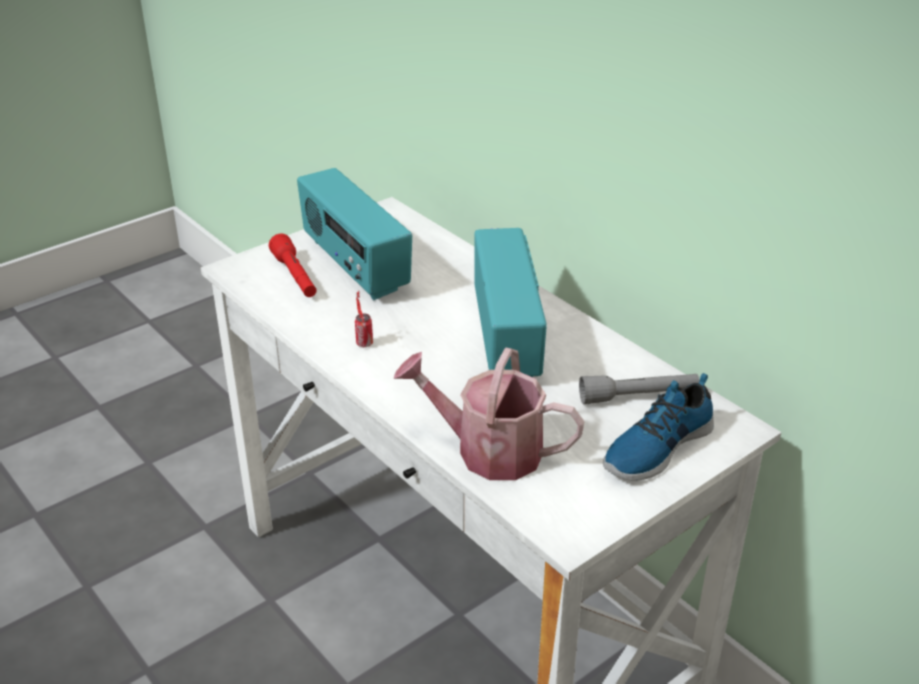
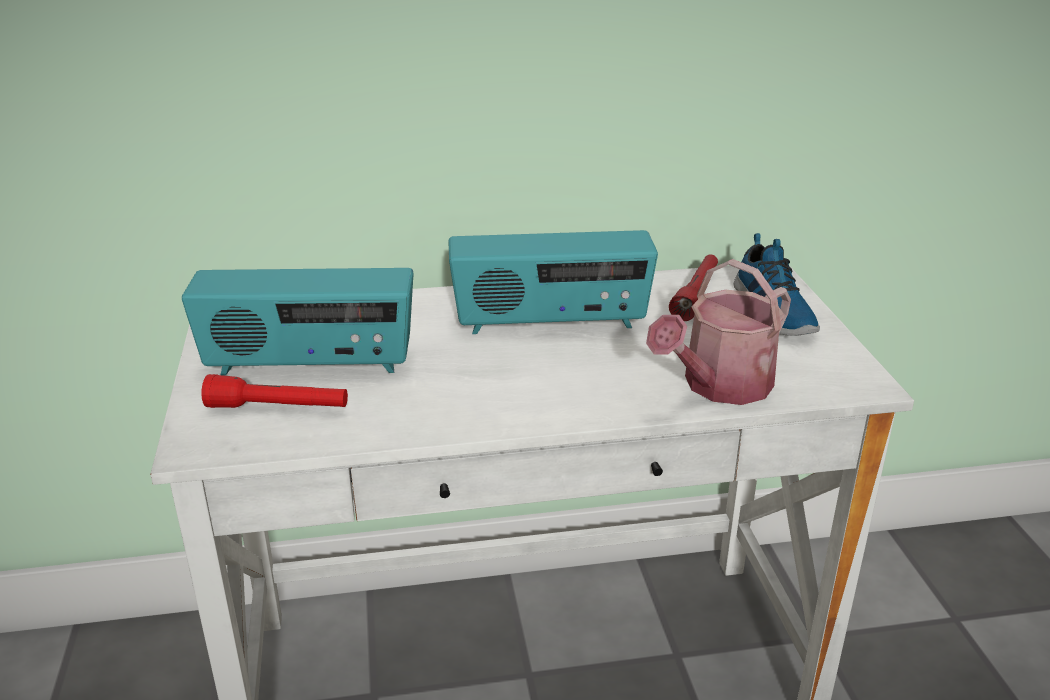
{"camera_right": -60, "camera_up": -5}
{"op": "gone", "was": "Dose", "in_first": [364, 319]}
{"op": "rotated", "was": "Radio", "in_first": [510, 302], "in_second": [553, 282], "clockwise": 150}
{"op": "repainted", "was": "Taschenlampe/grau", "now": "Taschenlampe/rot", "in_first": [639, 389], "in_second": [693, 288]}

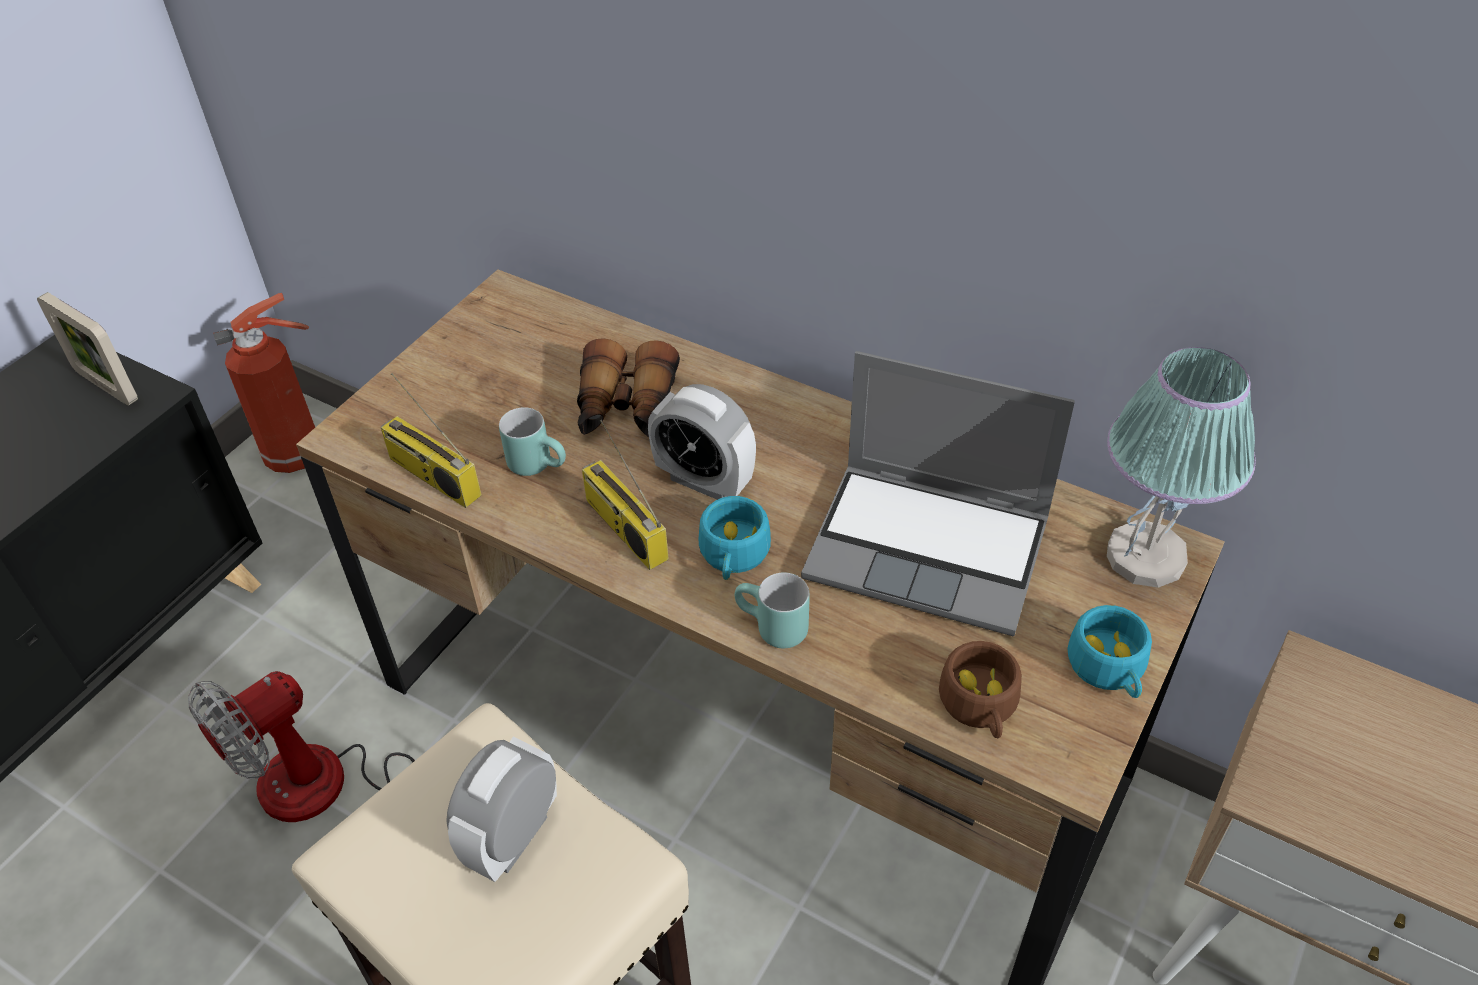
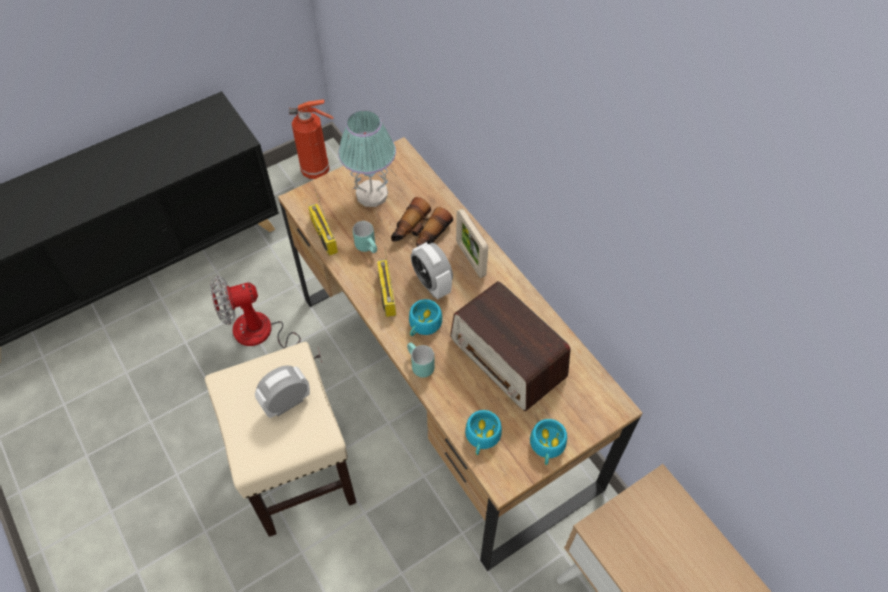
{"camera_right": 25, "camera_up": 10}
{"op": "shifted", "was": "Bilderrahmen", "in_first": [87, 349], "in_second": [472, 243]}
{"op": "swapped", "was": "Laptop", "now": "Radio", "in_first": [938, 493], "in_second": [510, 346]}
{"op": "repainted", "was": "Tasse/braun", "now": "Tasse/türkis", "in_first": [980, 689], "in_second": [483, 432]}
{"op": "shifted", "was": "Tischlampe", "in_first": [1181, 467], "in_second": [367, 159]}

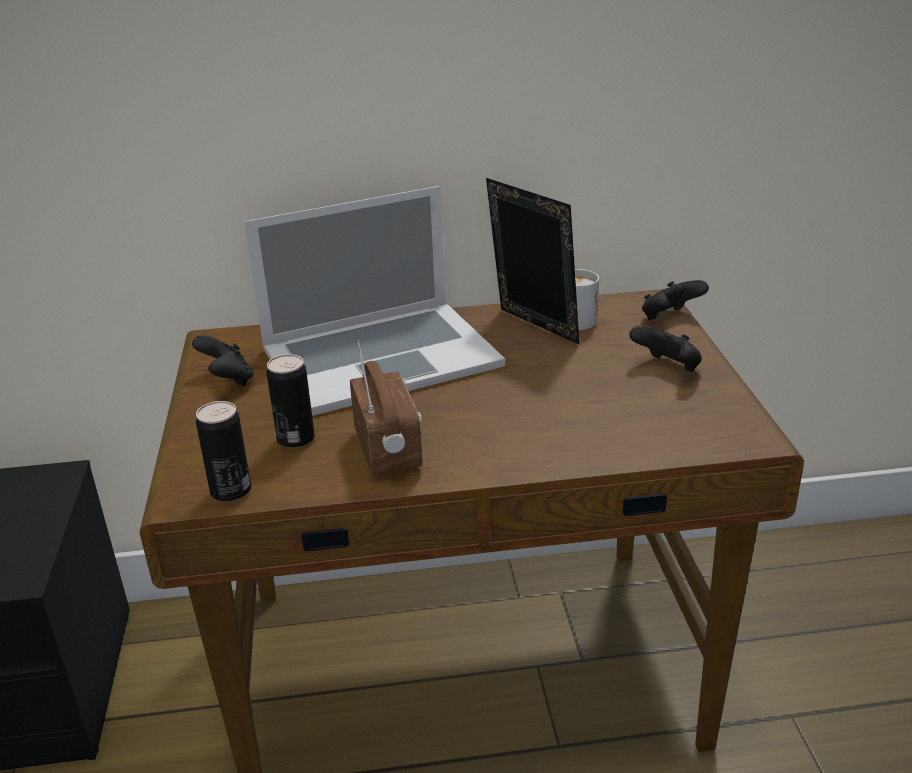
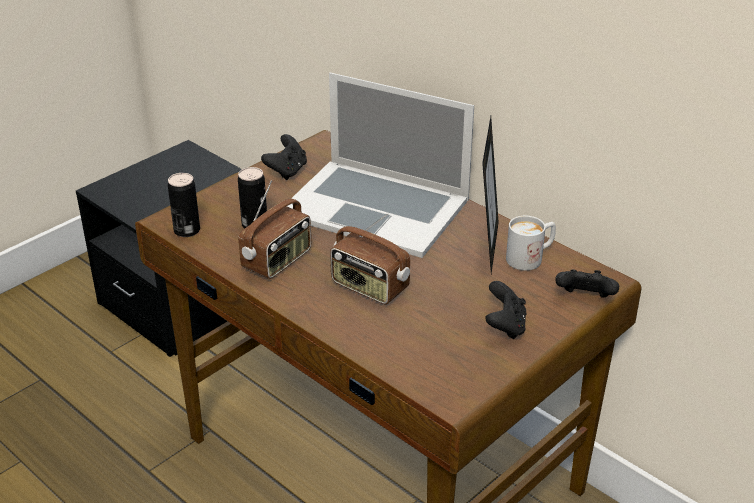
{"camera_right": 50, "camera_up": 5}
{"op": "new", "now": "Radio", "in_second": [370, 258]}

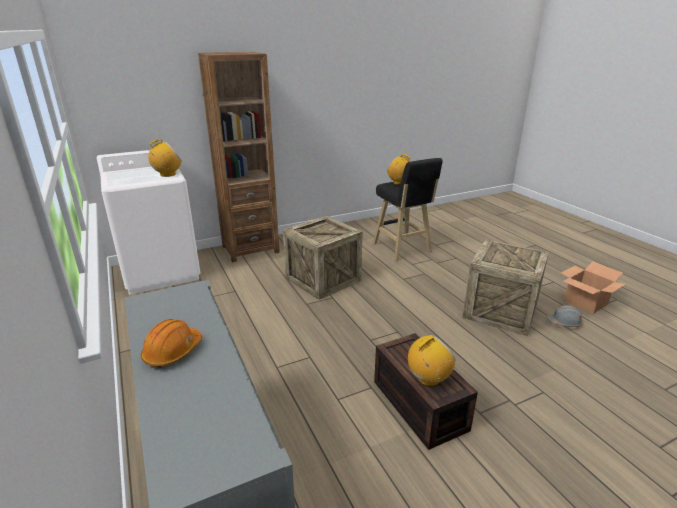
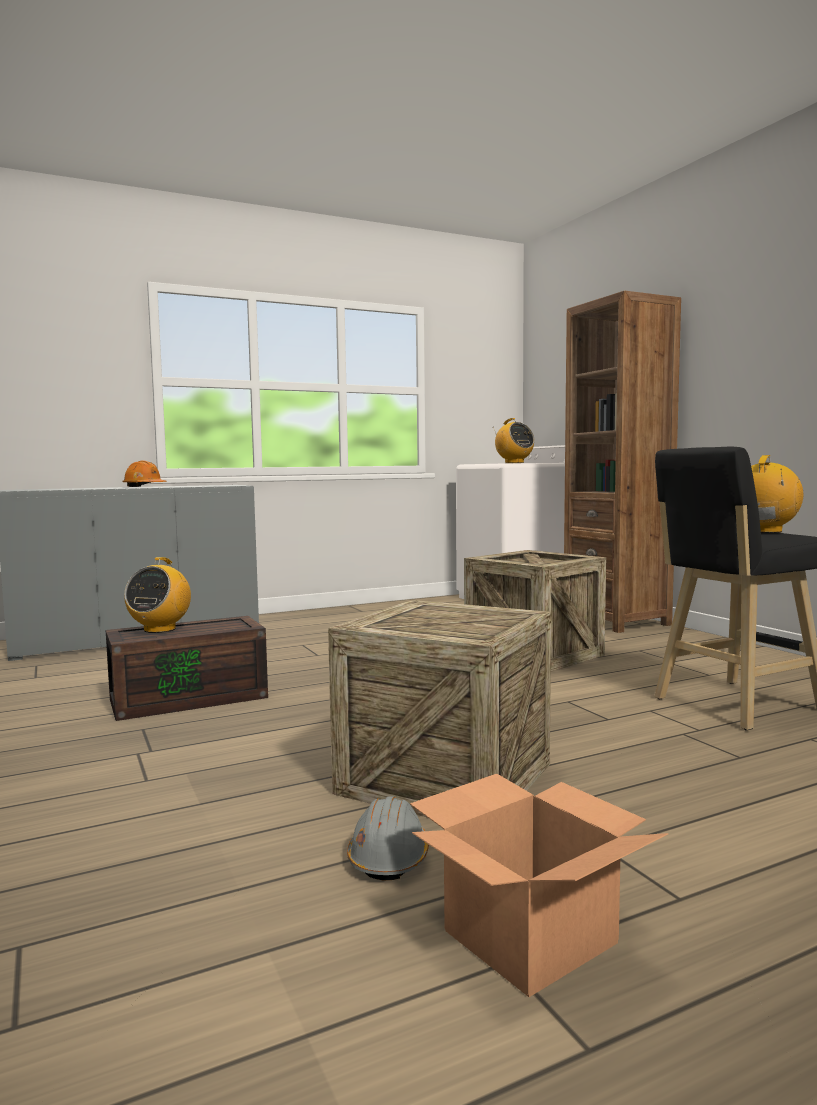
{"camera_right": 90, "camera_up": -20}
{"op": "rotated", "was": "Radio", "in_first": [432, 360], "in_second": [158, 595], "clockwise": 45}

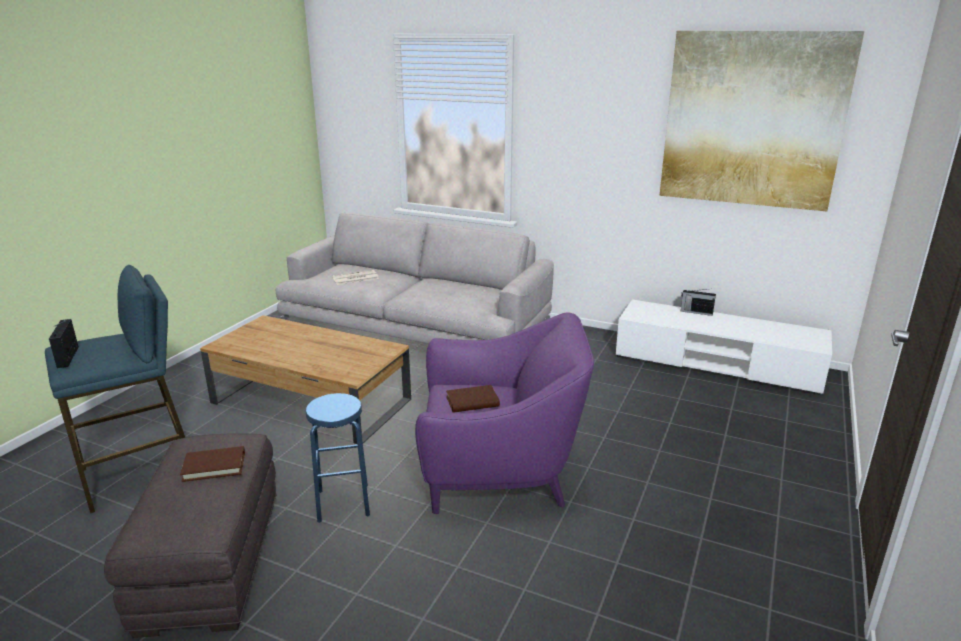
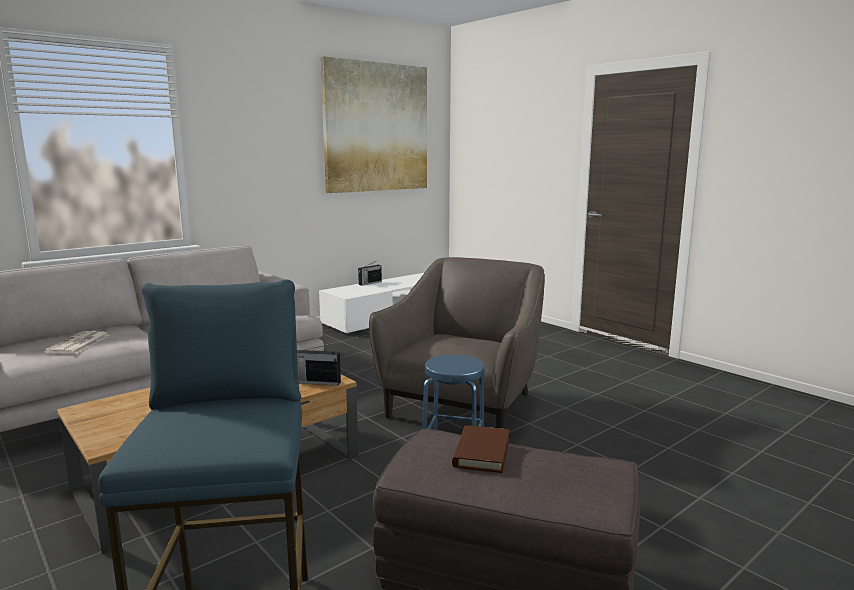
{"camera_right": -65, "camera_up": -10}
{"op": "shifted", "was": "Radio", "in_first": [64, 343], "in_second": [319, 364]}
{"op": "repainted", "was": "Sessel/lila", "now": "Sessel/grau", "in_first": [504, 413], "in_second": [457, 343]}
{"op": "gone", "was": "Buch/braun", "in_first": [473, 399]}

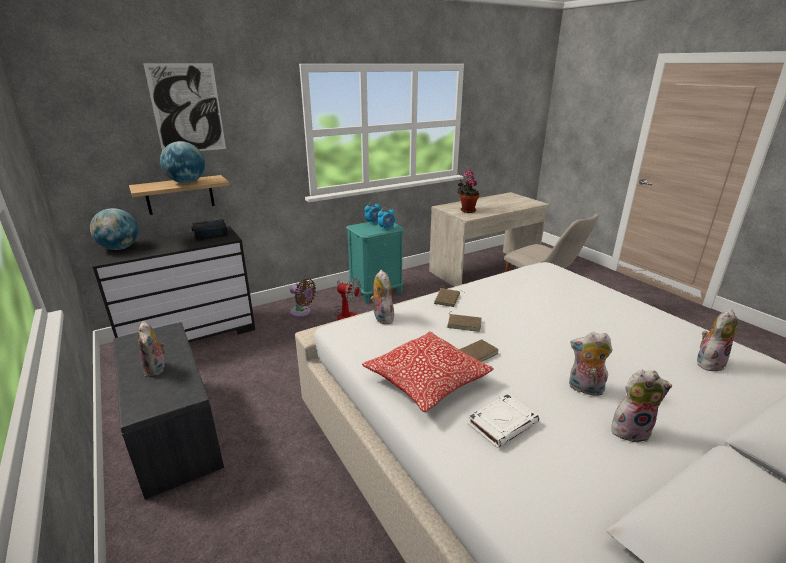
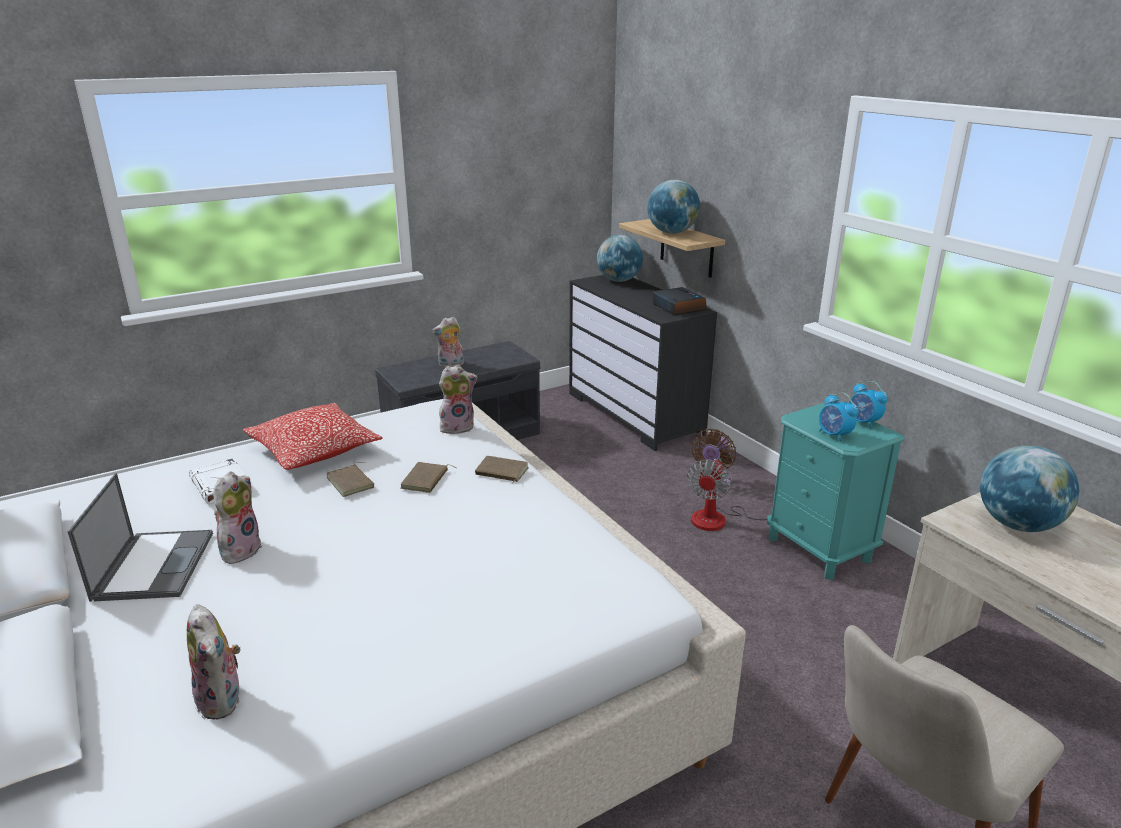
{"camera_right": 90, "camera_up": 0}
{"op": "gone", "was": "Bild", "in_first": [184, 107]}
{"op": "swapped", "was": "Topfpflanze", "now": "Globus", "in_first": [468, 191], "in_second": [1030, 488]}
{"op": "swapped", "was": "Plüschtier", "now": "Laptop", "in_first": [641, 406], "in_second": [140, 537]}

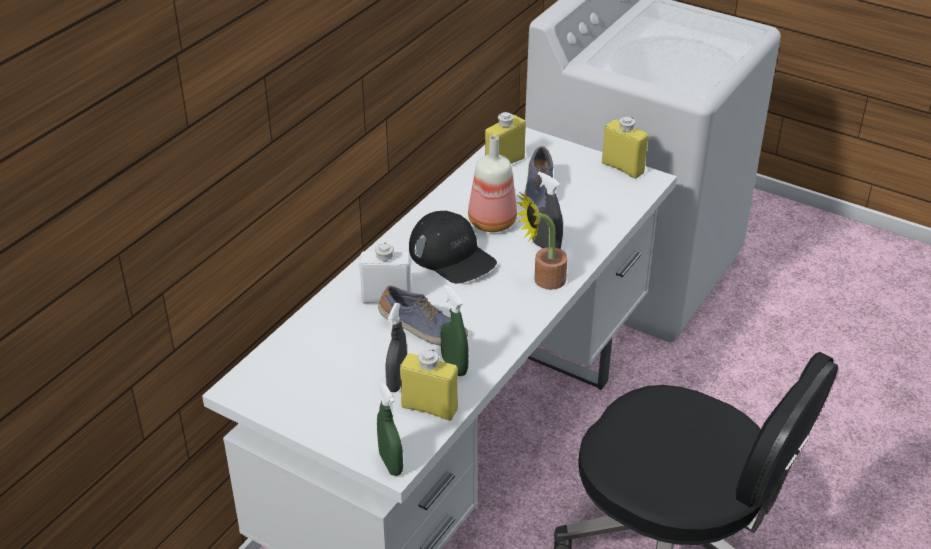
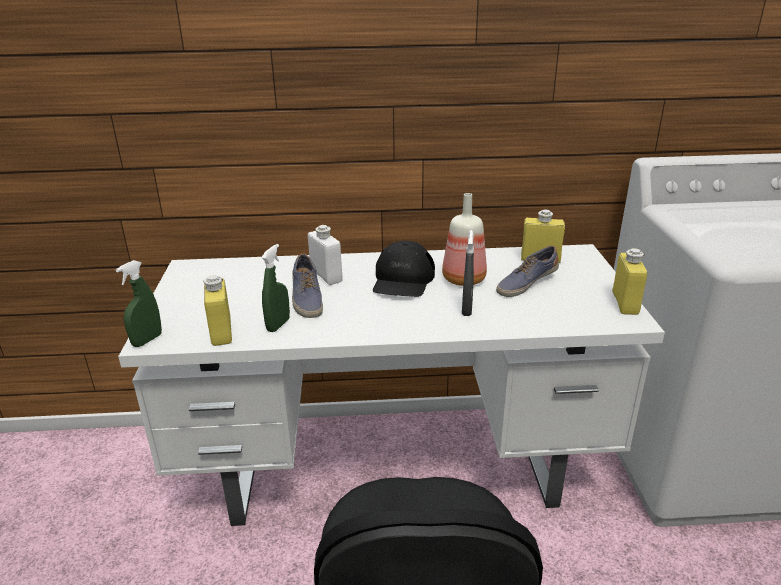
{"camera_right": 55, "camera_up": -10}
{"op": "gone", "was": "Sprühflasche/grau", "in_first": [396, 347]}
{"op": "gone", "was": "Topfpflanze", "in_first": [542, 241]}

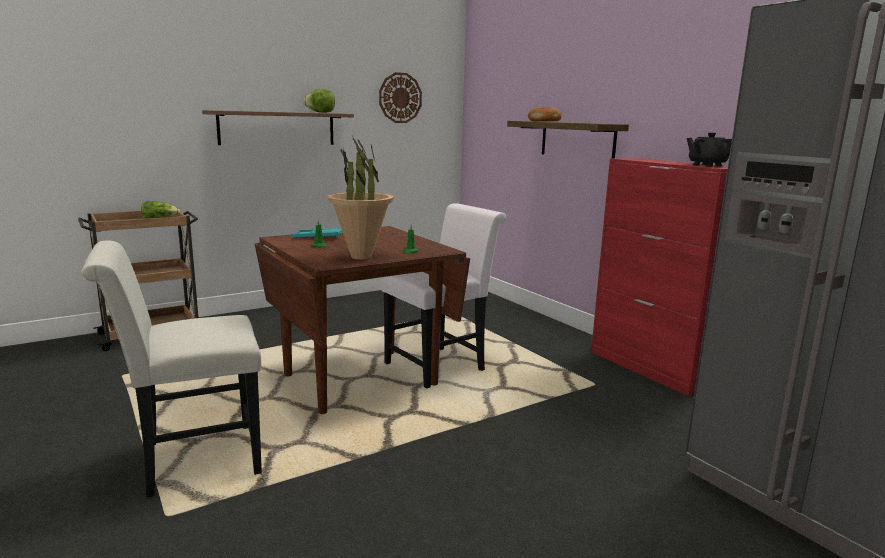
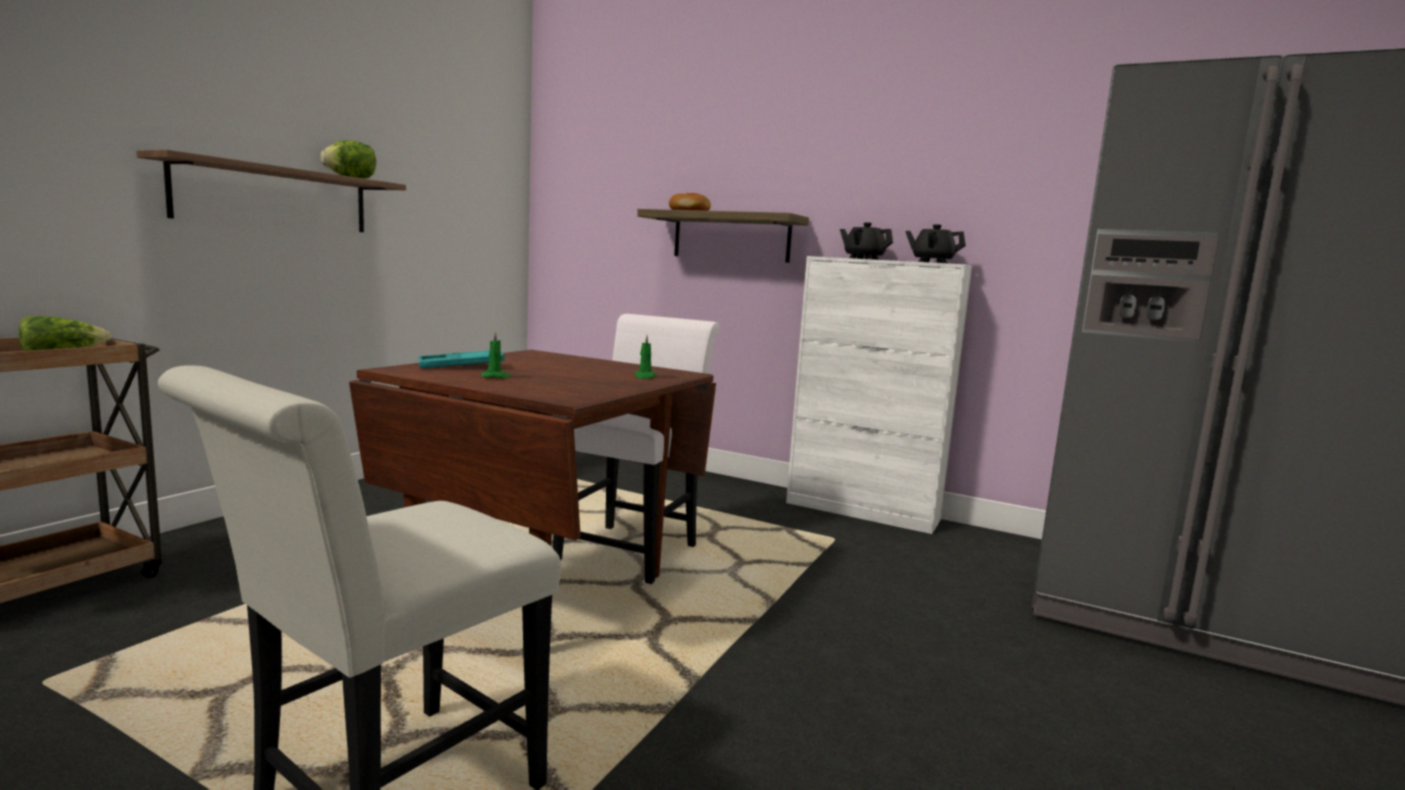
{"camera_right": -30, "camera_up": -5}
{"op": "gone", "was": "Topfpflanze", "in_first": [361, 197]}
{"op": "gone", "was": "Wanduhr", "in_first": [400, 97]}
{"op": "repainted", "was": "Schrank/rot", "now": "Schrank/weiß", "in_first": [659, 277], "in_second": [879, 395]}
{"op": "new", "now": "Teekanne/schwarz", "in_second": [866, 241]}

